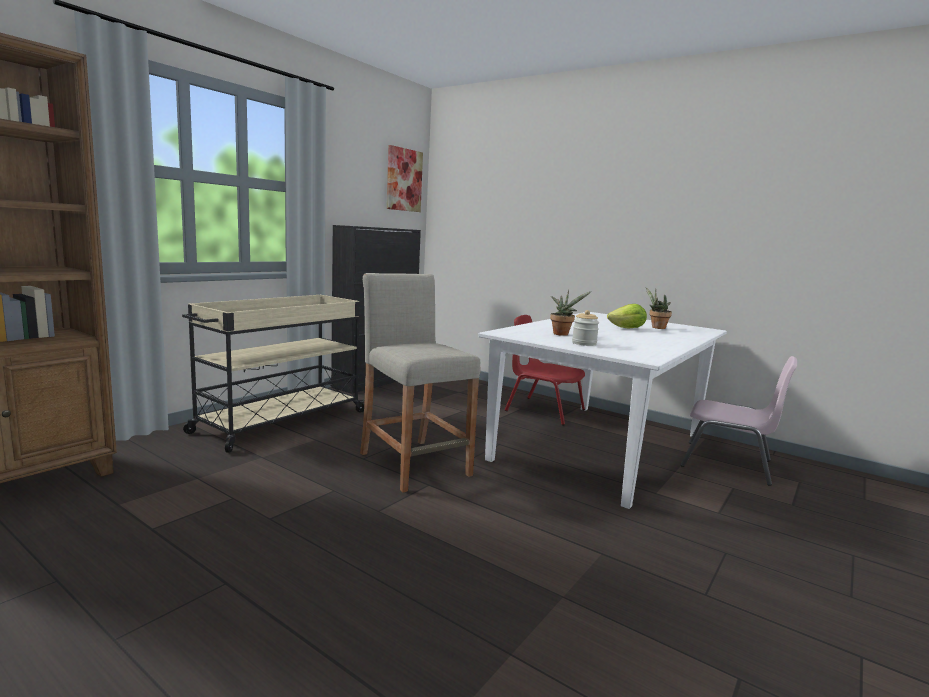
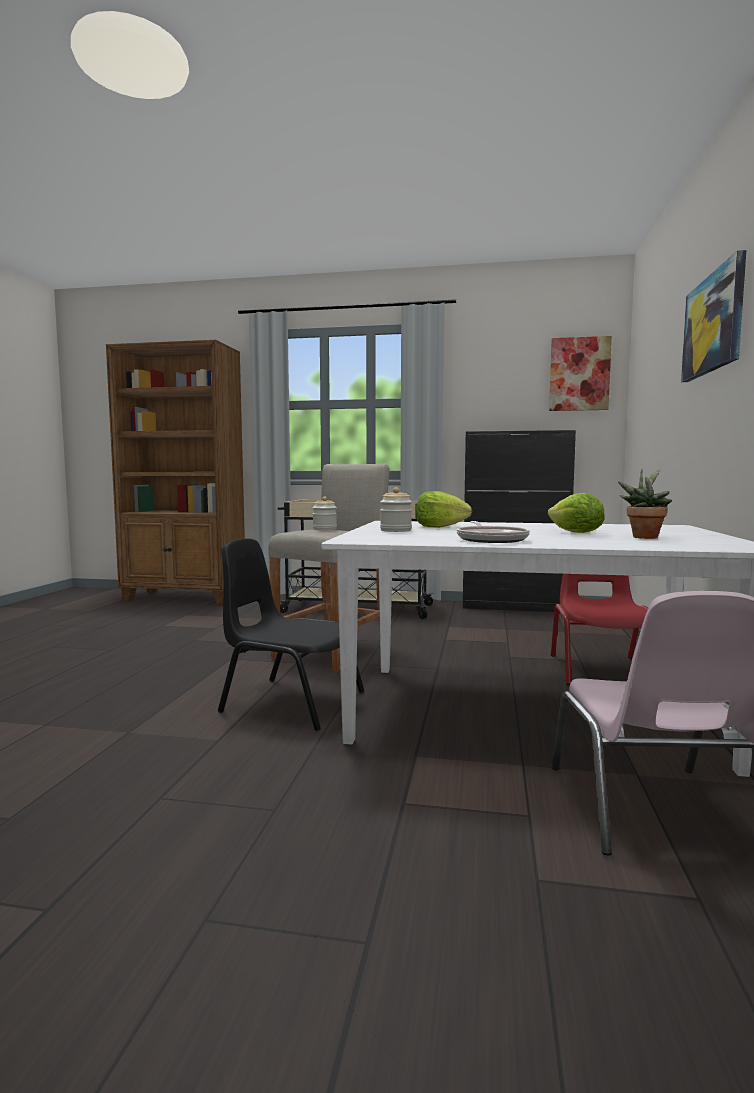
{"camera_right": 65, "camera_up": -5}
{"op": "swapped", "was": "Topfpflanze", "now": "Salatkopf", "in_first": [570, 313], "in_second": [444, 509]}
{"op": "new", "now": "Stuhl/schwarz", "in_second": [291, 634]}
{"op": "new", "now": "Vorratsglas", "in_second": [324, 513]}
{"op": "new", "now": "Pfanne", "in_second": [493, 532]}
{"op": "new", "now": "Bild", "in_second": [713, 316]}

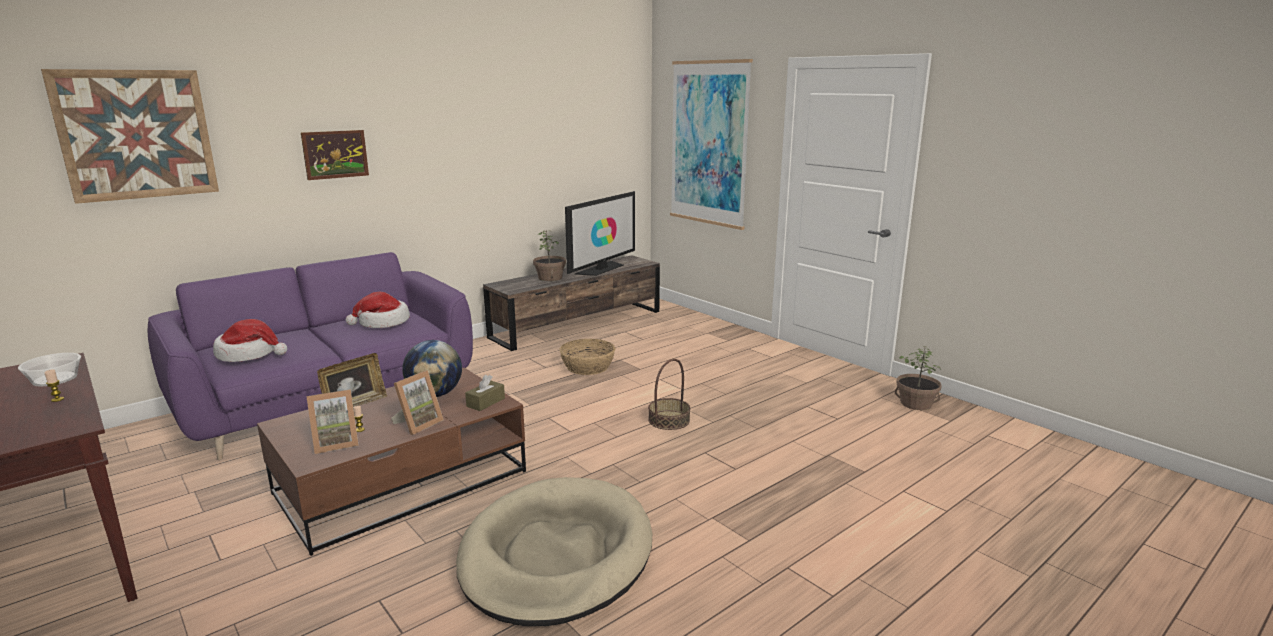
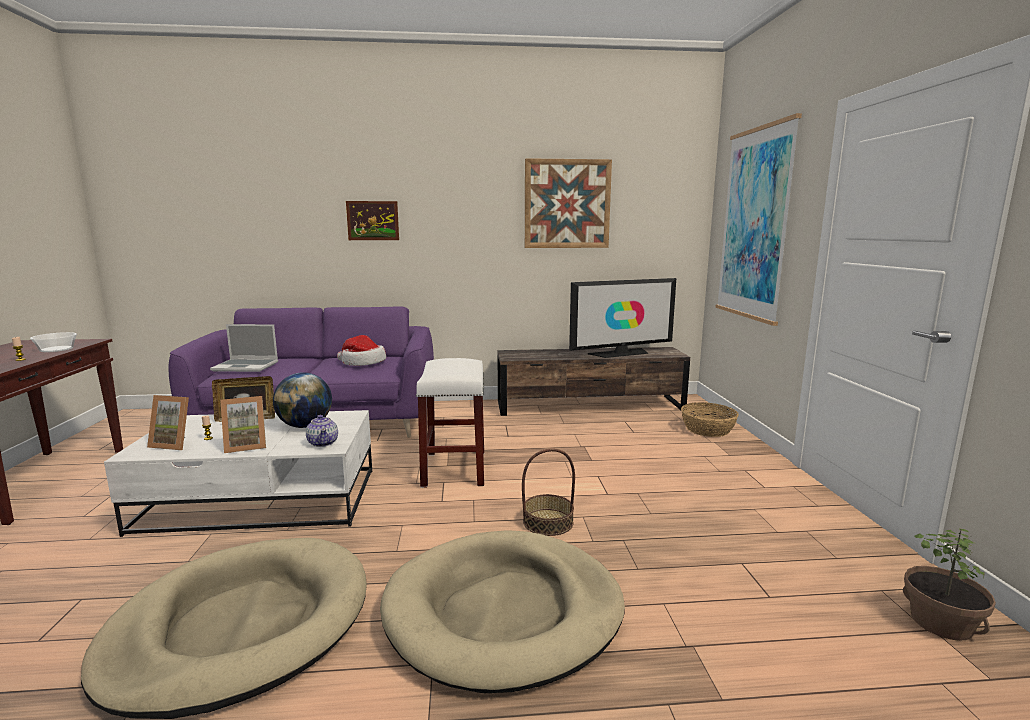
{"camera_right": 35, "camera_up": -5}
{"op": "shifted", "was": "Bild", "in_first": [130, 136], "in_second": [568, 203]}
{"op": "swapped", "was": "Hut", "now": "Laptop", "in_first": [250, 340], "in_second": [244, 348]}
{"op": "repainted", "was": "Couchtisch/braun", "now": "Couchtisch/weiß", "in_first": [391, 462], "in_second": [238, 473]}
{"op": "swapped", "was": "Taschentuchbox/braun", "now": "Teekanne", "in_first": [485, 393], "in_second": [322, 431]}
{"op": "gone", "was": "Topfpflanze", "in_first": [549, 255]}
{"op": "shifted", "was": "Korb", "in_first": [587, 357], "in_second": [710, 419]}
{"op": "new", "now": "Hundebett/beige", "in_second": [502, 611]}
{"op": "new", "now": "Hocker/weiß", "in_second": [450, 423]}

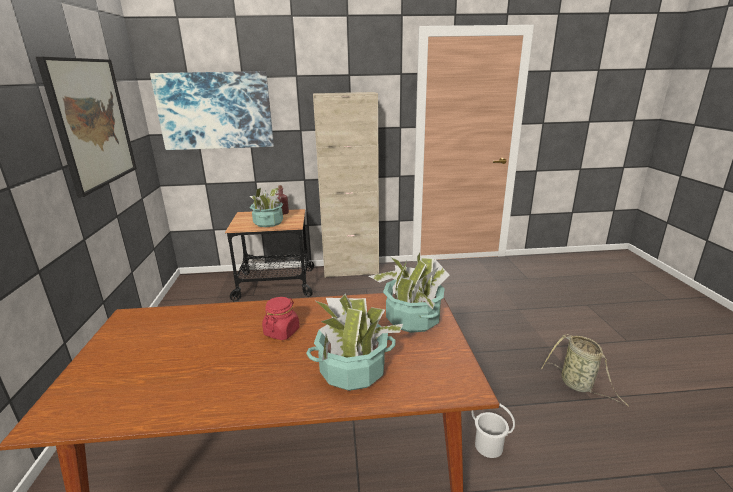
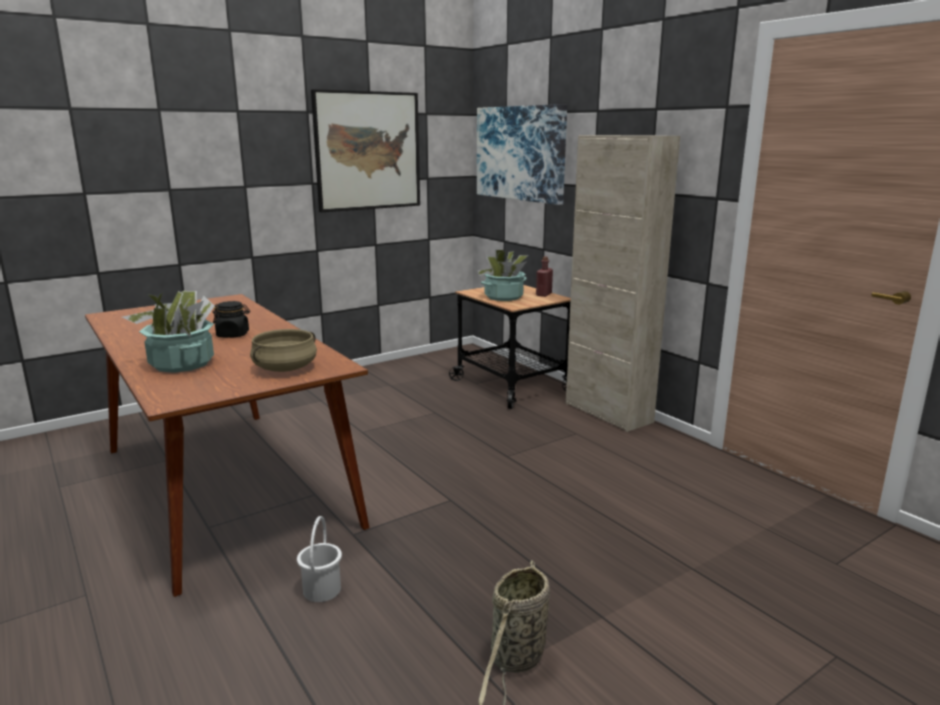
{"camera_right": 60, "camera_up": -5}
{"op": "repainted", "was": "Vorratsglas/rot", "now": "Vorratsglas/schwarz", "in_first": [281, 318], "in_second": [231, 319]}
{"op": "swapped", "was": "Topfpflanze", "now": "Kochtopf/beige", "in_first": [409, 293], "in_second": [283, 350]}

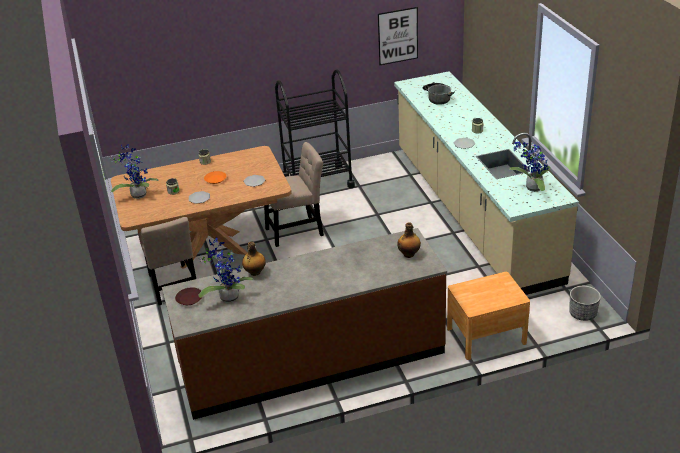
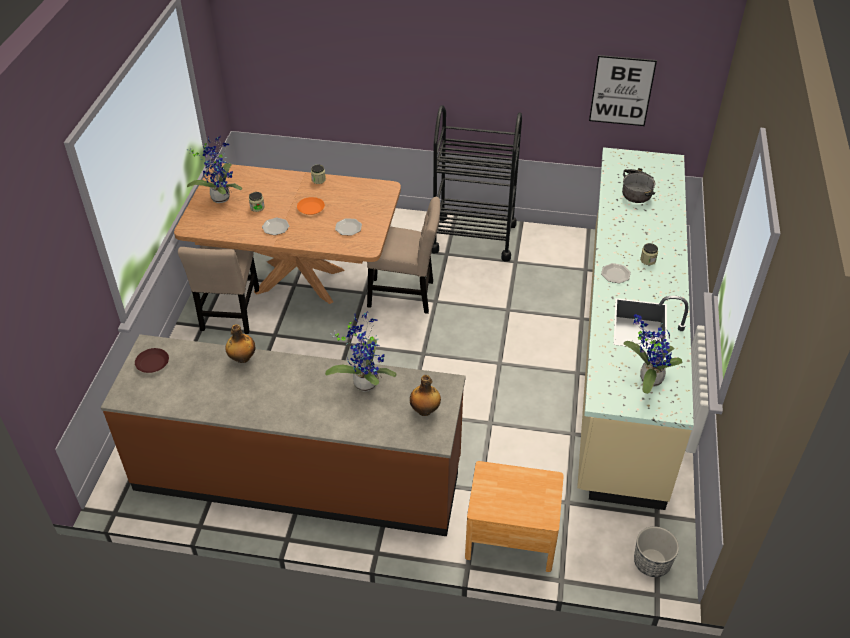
{"camera_right": 25, "camera_up": 10}
{"op": "shifted", "was": "Topfpflanze", "in_first": [226, 269], "in_second": [361, 351]}

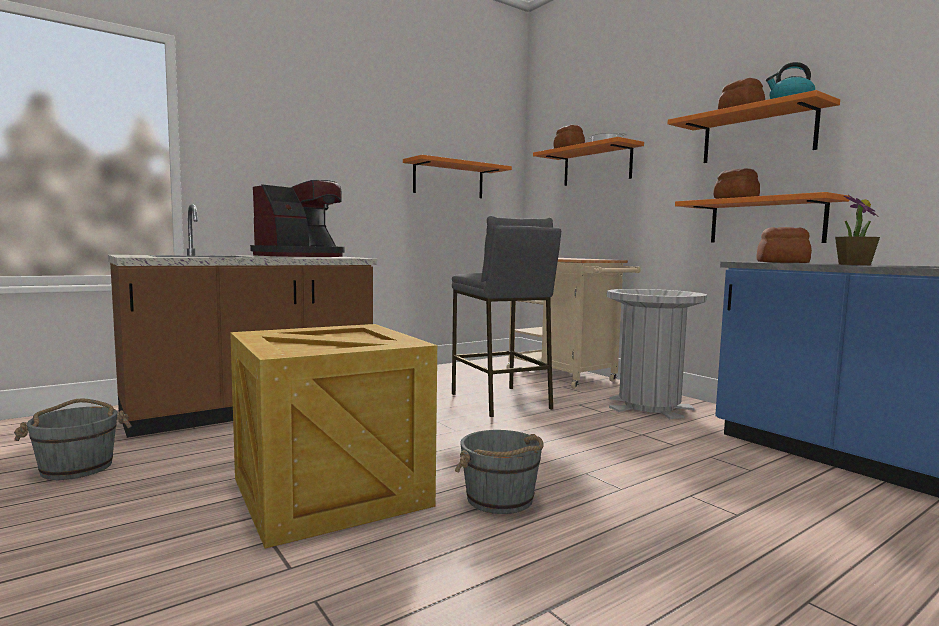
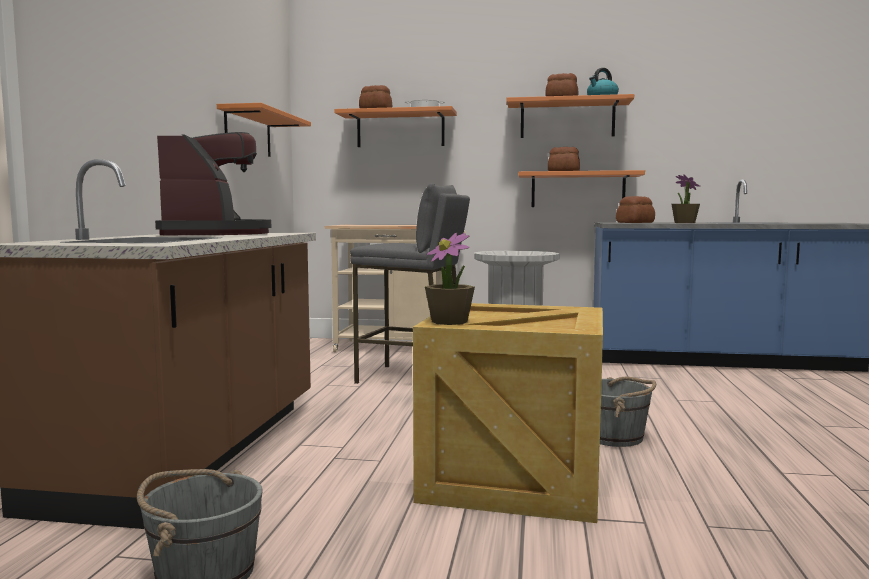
{"camera_right": -45, "camera_up": 0}
{"op": "new", "now": "Topfpflanze", "in_second": [450, 279]}

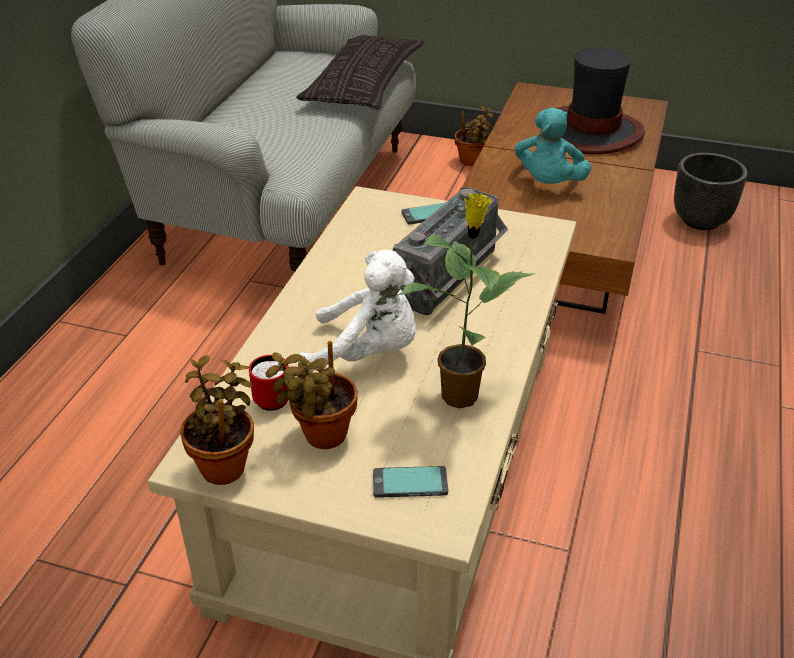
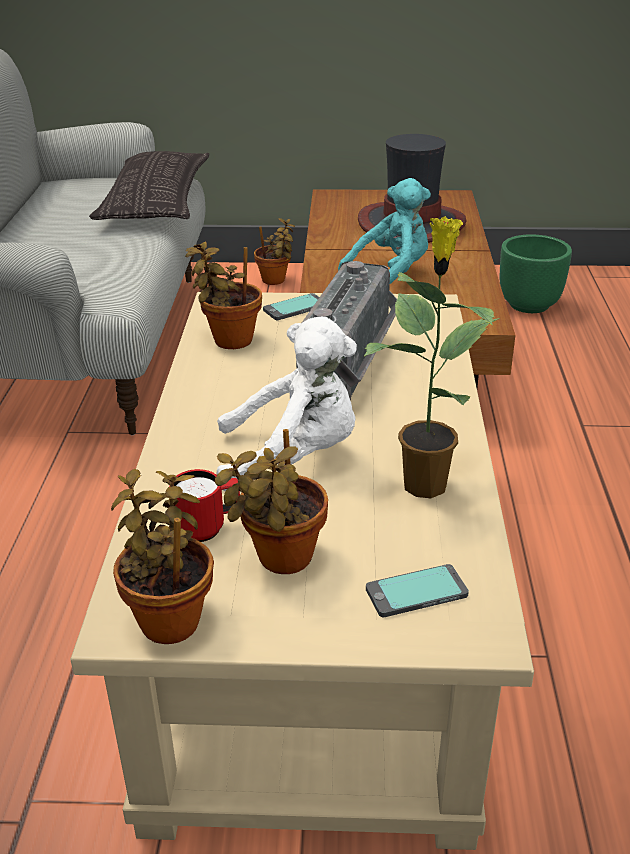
{"camera_right": -15, "camera_up": -5}
{"op": "rotated", "was": "Plüschtier/türkis", "in_first": [553, 146], "in_second": [384, 231], "clockwise": -120}
{"op": "repainted", "was": "Pflanzkübel/schwarz", "now": "Pflanzkübel/grün", "in_first": [711, 191], "in_second": [536, 273]}
{"op": "new", "now": "Topfpflanze", "in_second": [223, 295]}

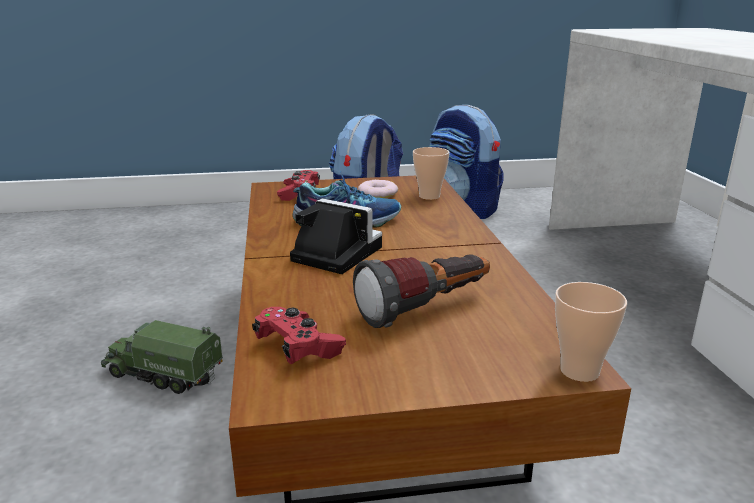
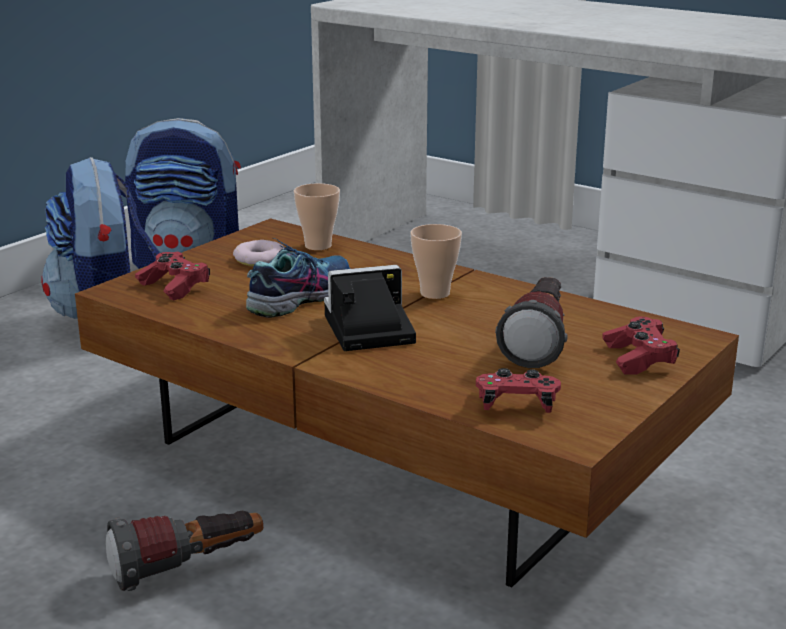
{"camera_right": -45, "camera_up": 0}
{"op": "swapped", "was": "Spielzeuglaster", "now": "Taschenlampe", "in_first": [162, 357], "in_second": [184, 551]}
{"op": "shifted", "was": "Tasse", "in_first": [591, 332], "in_second": [436, 261]}
{"op": "new", "now": "Gamepad/rot", "in_second": [641, 345]}

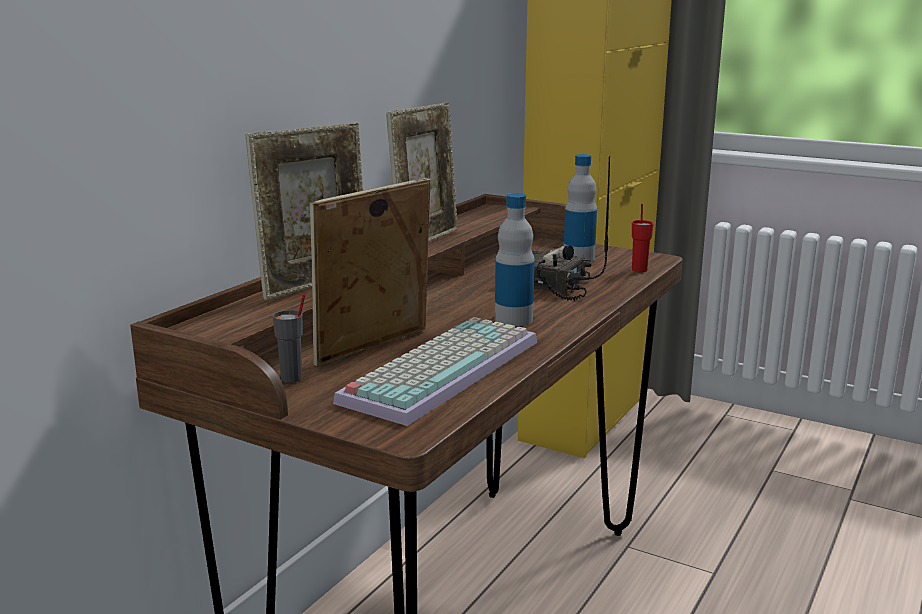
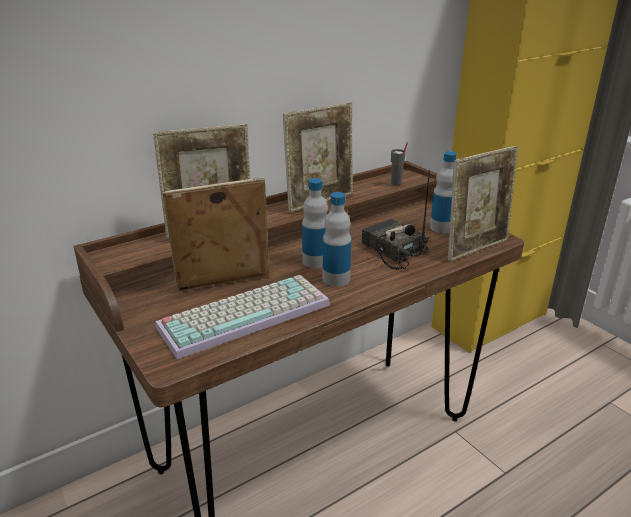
{"camera_right": 25, "camera_up": 10}
{"op": "shifted", "was": "Tasse/grau", "in_first": [289, 338], "in_second": [399, 163]}
{"op": "swapped", "was": "Tasse/rot", "now": "Bilderrahmen", "in_first": [643, 238], "in_second": [483, 204]}
{"op": "new", "now": "Flasche", "in_second": [315, 223]}

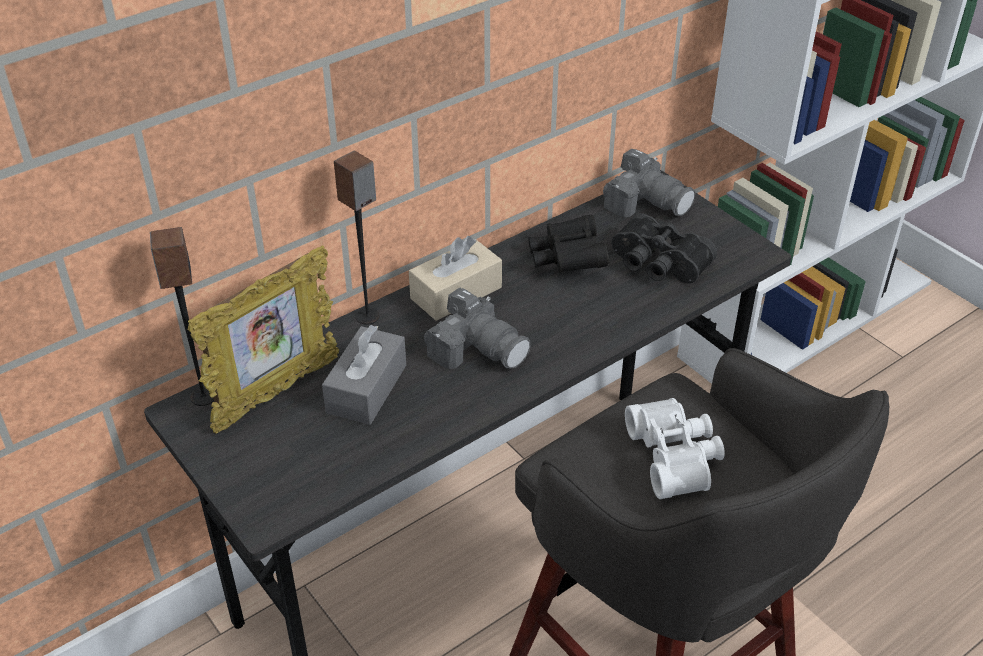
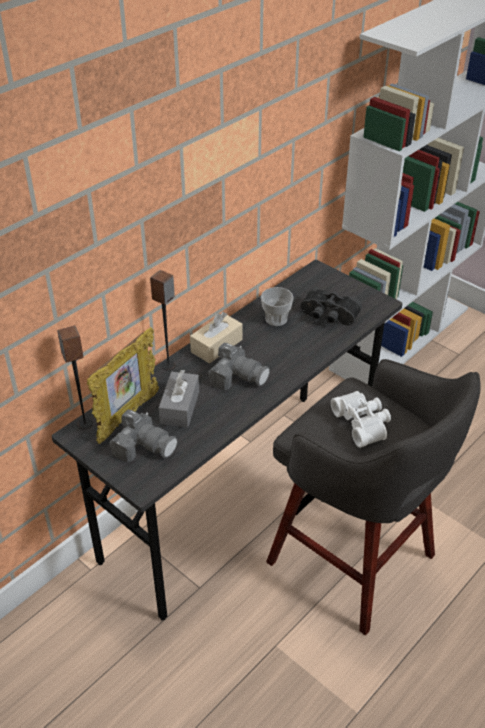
{"camera_right": -10, "camera_up": 0}
{"op": "swapped", "was": "Fernglas/schwarz", "now": "Tasse", "in_first": [568, 244], "in_second": [277, 306]}
{"op": "shifted", "was": "Kamera", "in_first": [649, 183], "in_second": [143, 435]}

